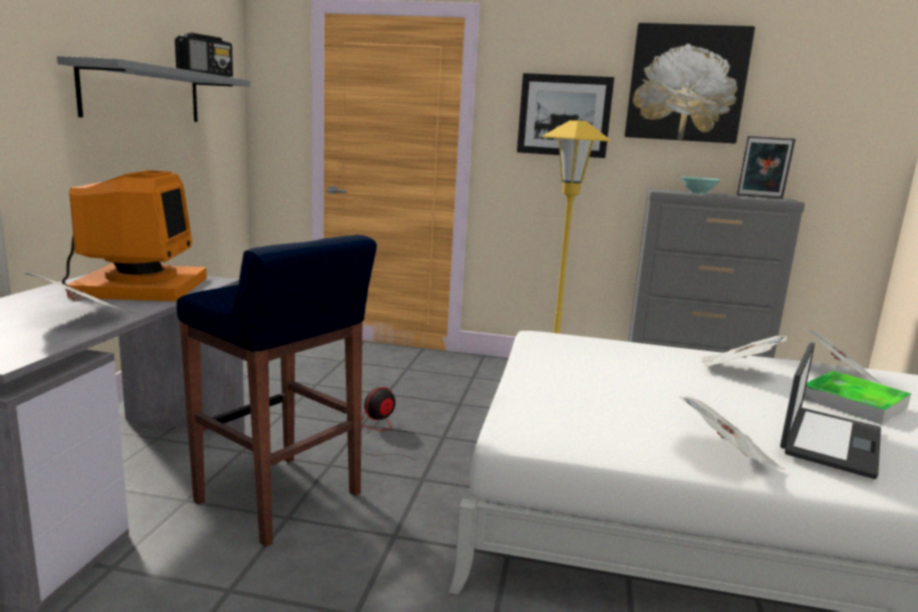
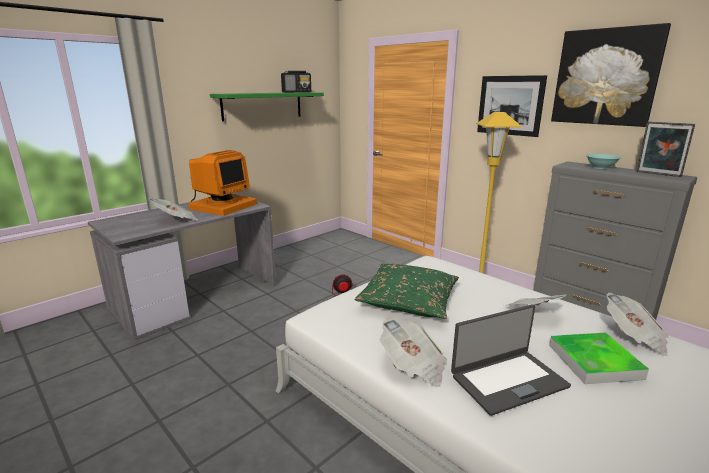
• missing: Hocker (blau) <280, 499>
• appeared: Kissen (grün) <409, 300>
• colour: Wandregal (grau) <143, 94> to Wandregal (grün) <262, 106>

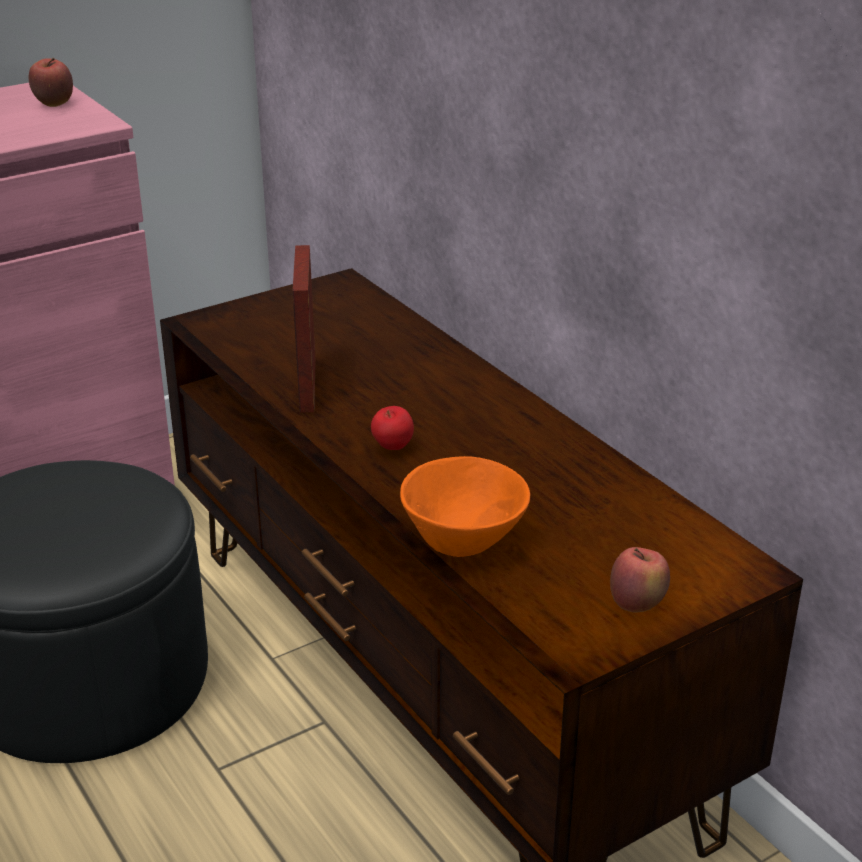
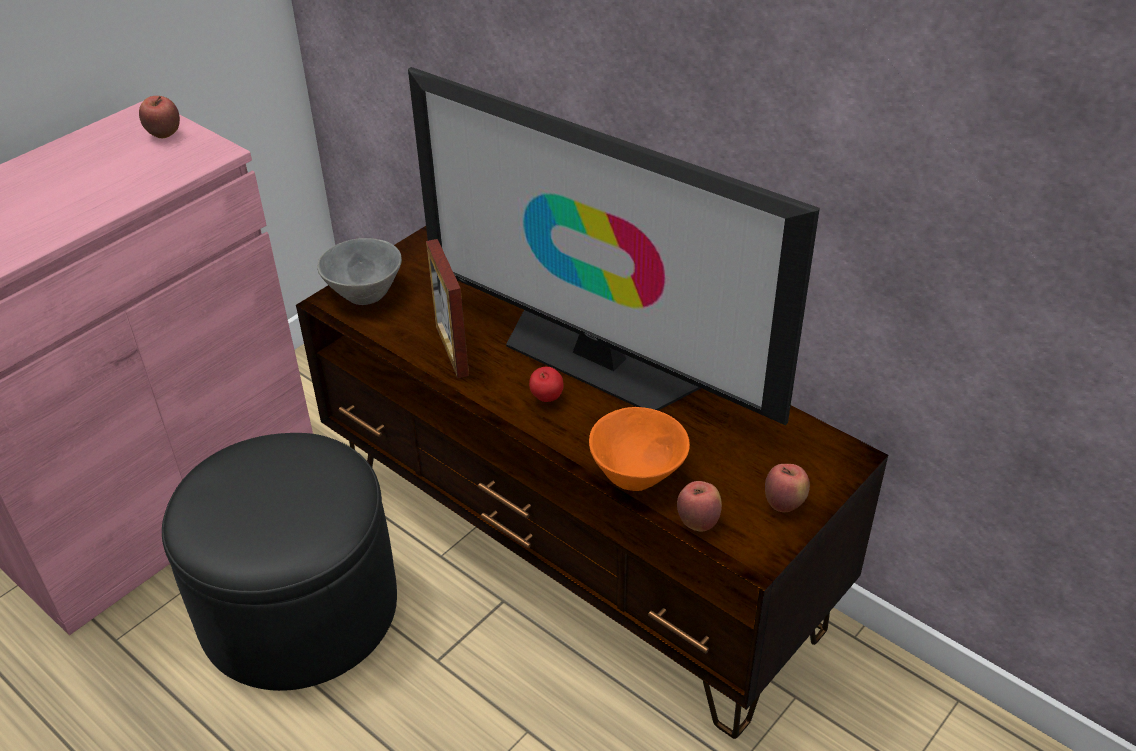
• appeared: Schüssel (grau) <366, 291>
• appeared: Fernseher <599, 358>
• appeared: Apfel <698, 522>

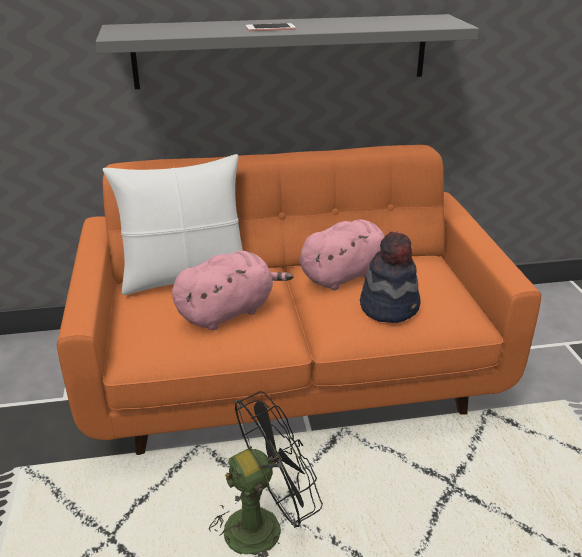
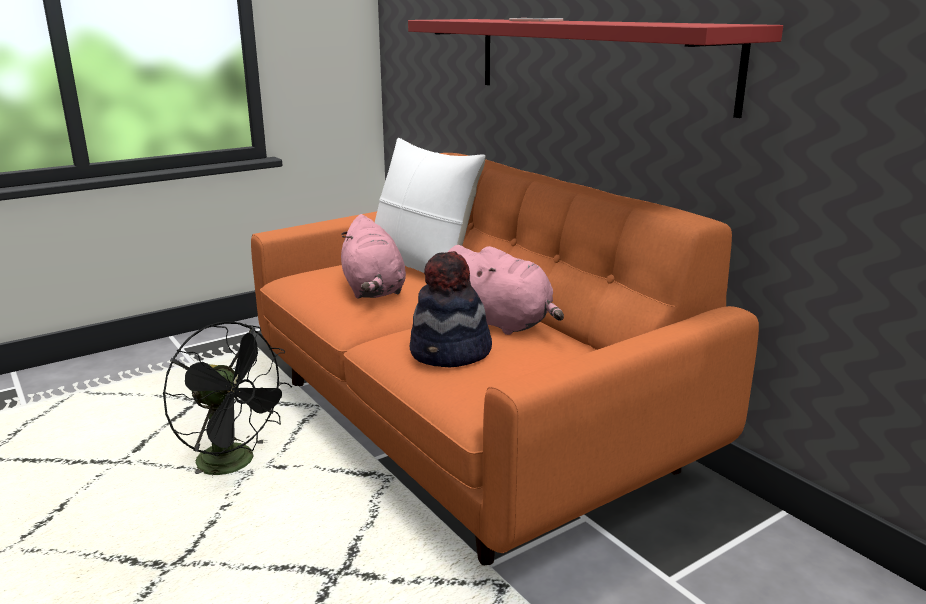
• colour: Wandregal (grau) <282, 51> to Wandregal (rot) <593, 60>
• spun: Plüschtier (rosa) <229, 311> = <373, 290> 45 degrees clockwise

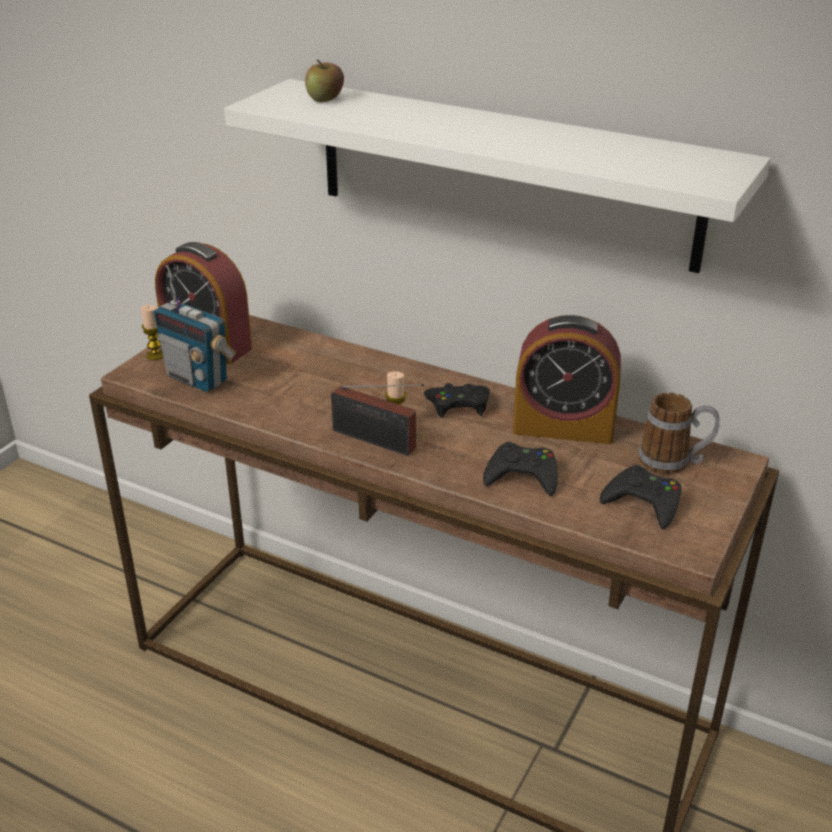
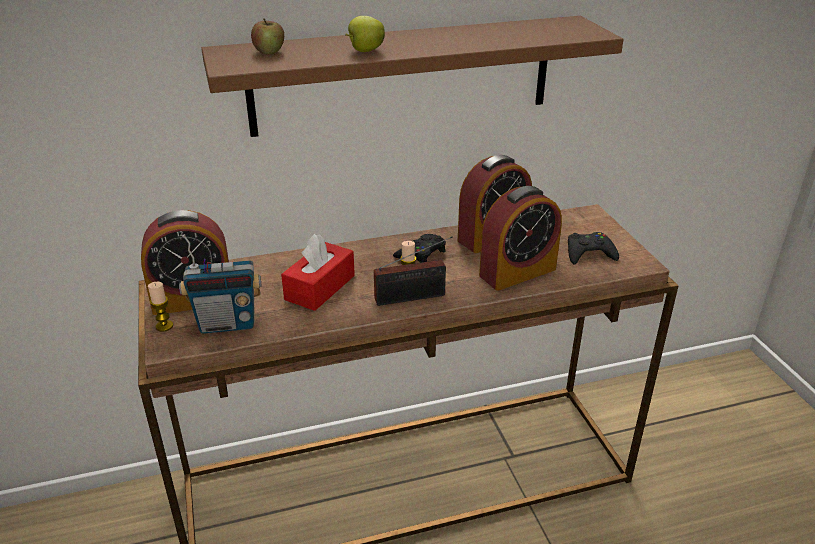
• missing: Henkelbecher <674, 462>
• appeared: Taschentuchbox (rot) <320, 287>
• appeared: Apfel <365, 51>
• exchanged: Gamepad (schwarz) <522, 476> to Wecker <517, 272>
• colour: Wandregal (weiß) <503, 173> to Wandregal (braun) <402, 75>

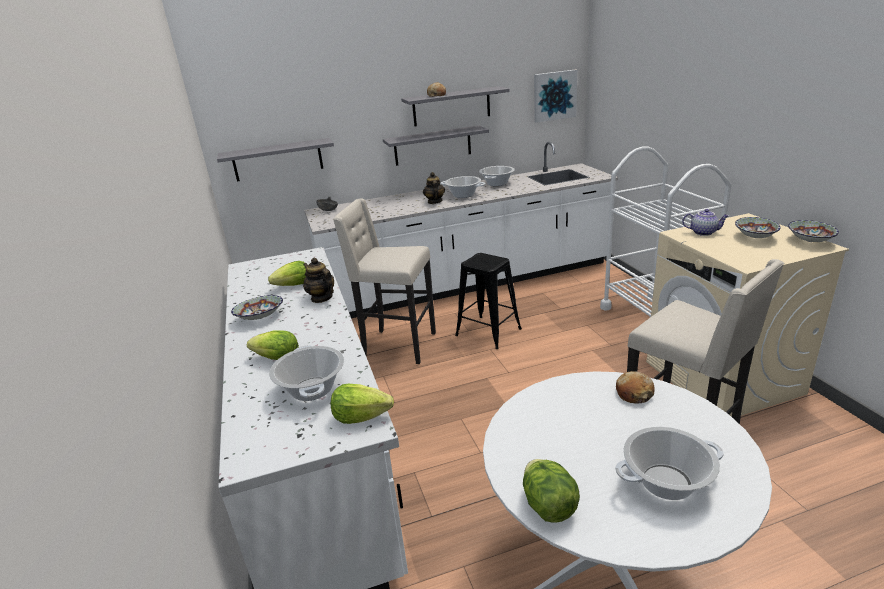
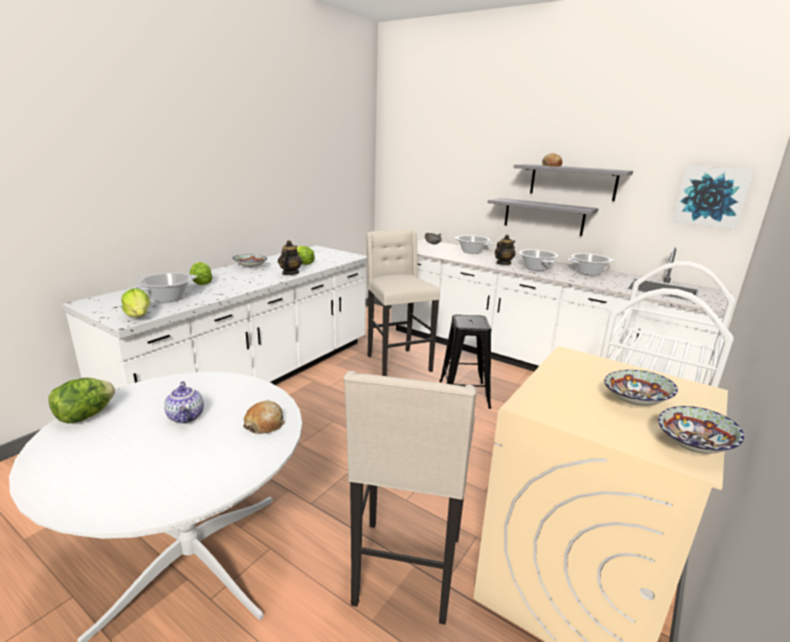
• missing: Wandregal (grau) <278, 160>
• relocated: Kochtopf <666, 482> to <472, 251>
• relocated: Teekanne <703, 232> to <187, 417>

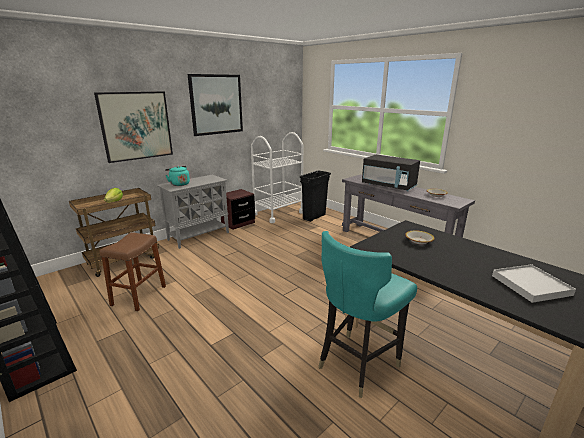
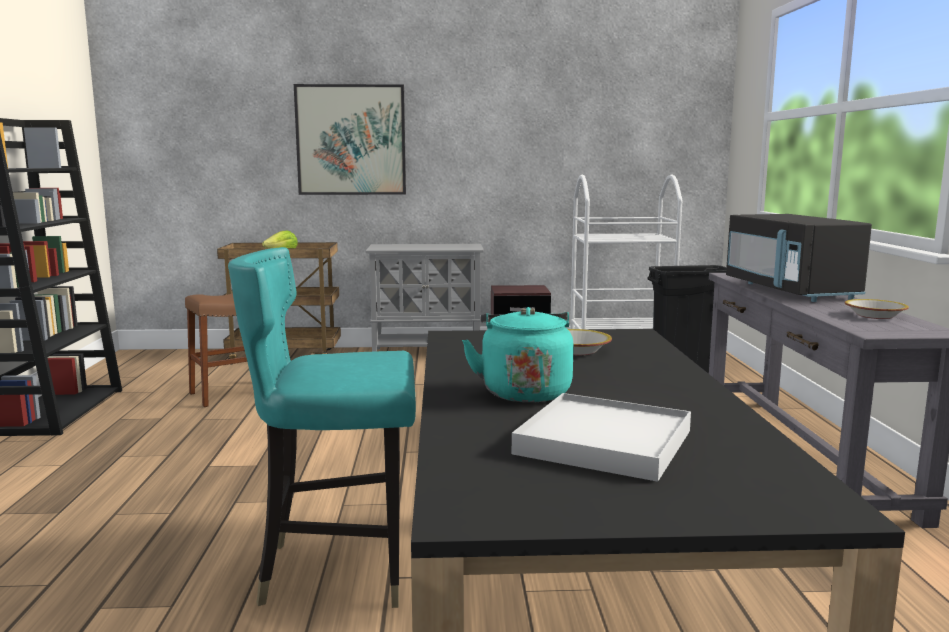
• missing: Bild <216, 104>
• relocated: Wasserkessel (türkis) <179, 184> to <524, 391>

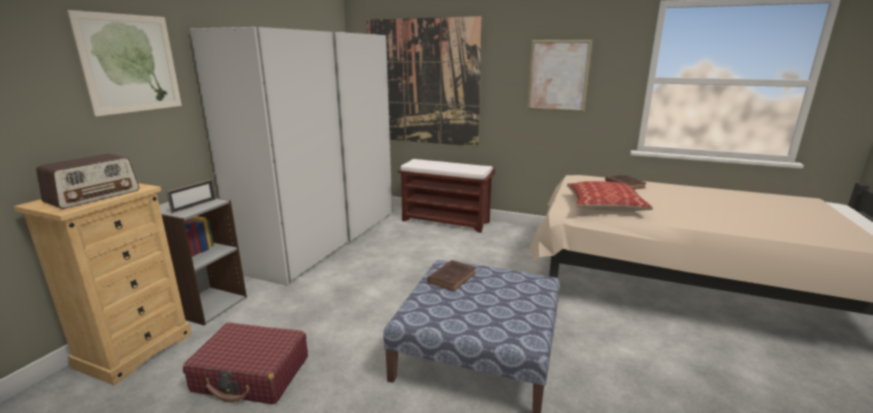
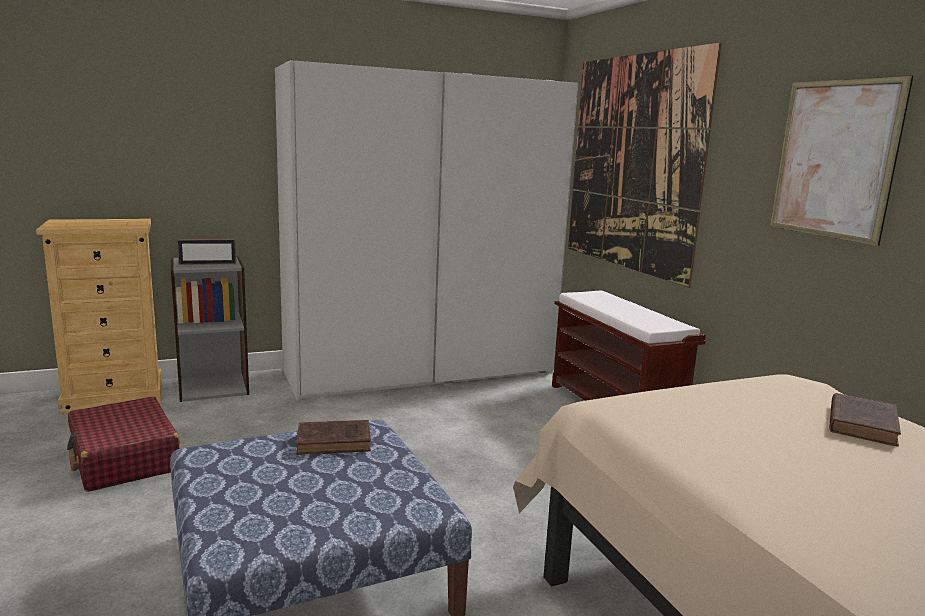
• missing: Radio <94, 196>
• missing: Bild <130, 64>
• missing: Kissen <604, 205>

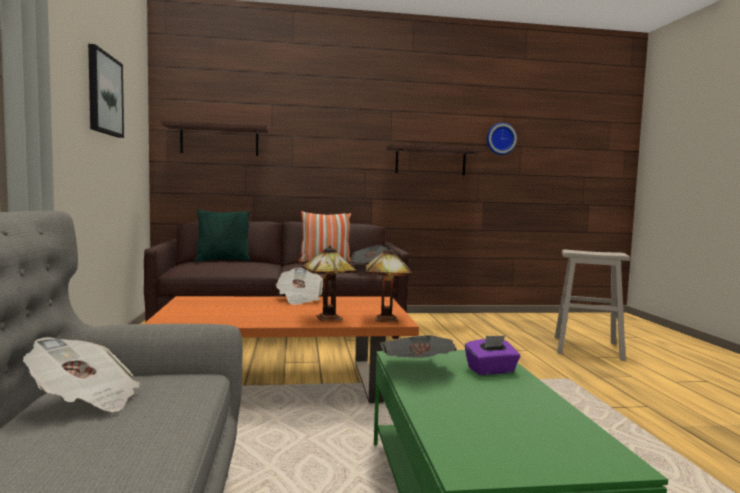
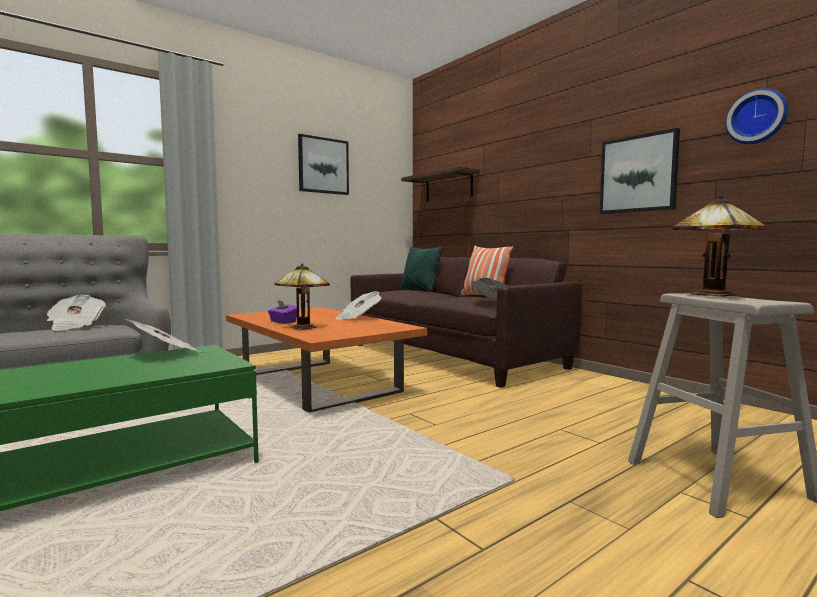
• relocated: Tischlampe <384, 318> to <713, 295>
• relocated: Taschentuchbox (lila) <491, 370> to <282, 322>
• exchanged: Wandregal <430, 161> to Bild <638, 174>

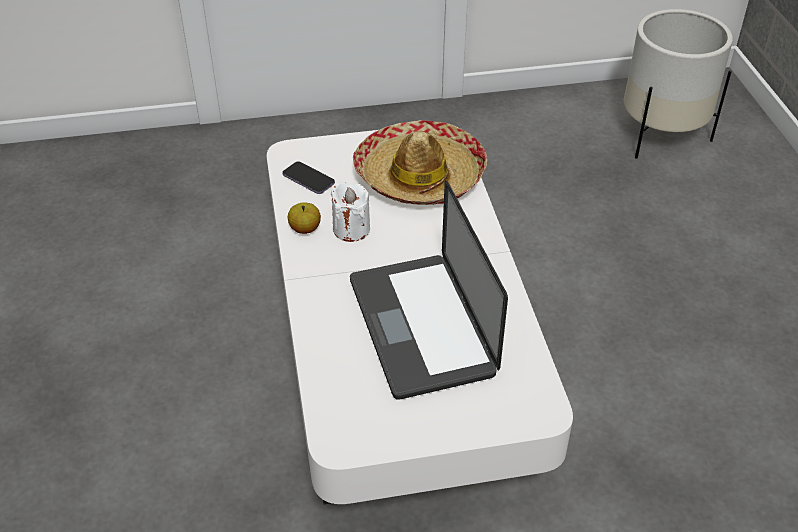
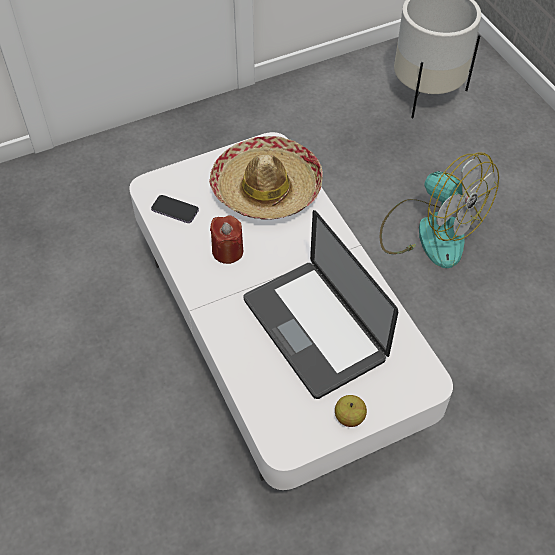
• appeared: Ventilator <429, 231>
• relocated: Apfel <305, 229> to <349, 417>
• colour: Kerze (weiß) <351, 229> to Kerze (rot) <227, 251>

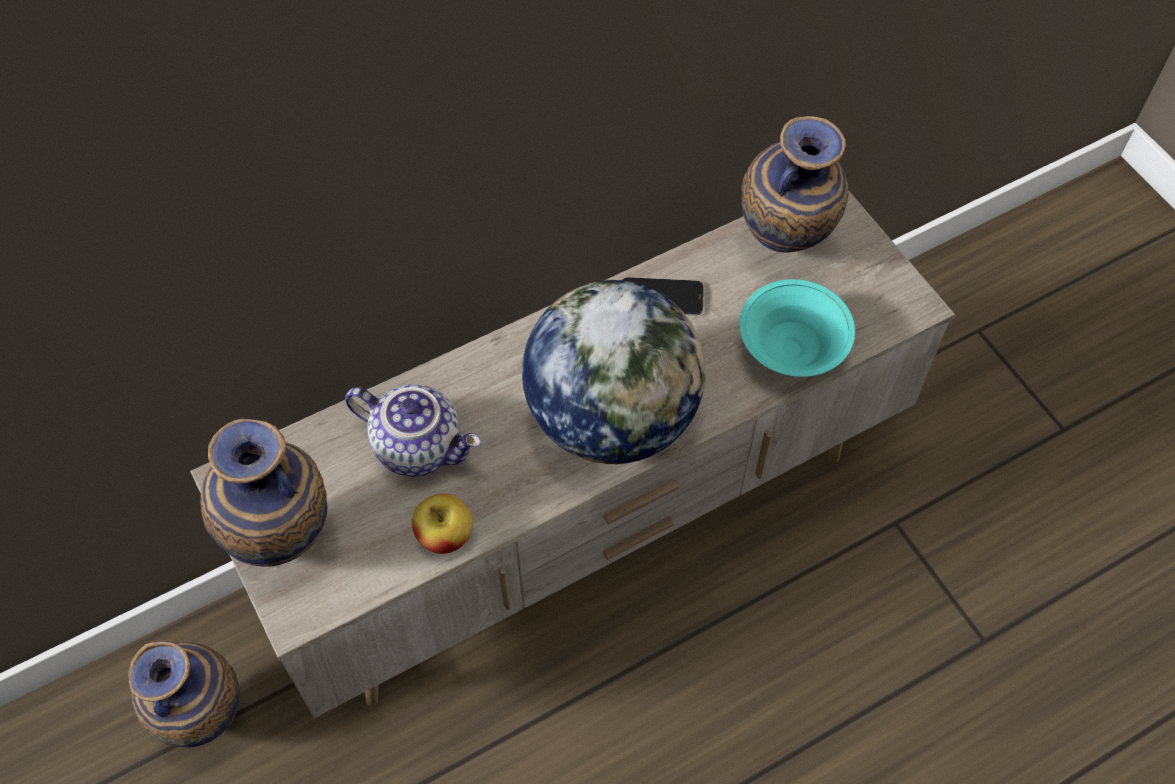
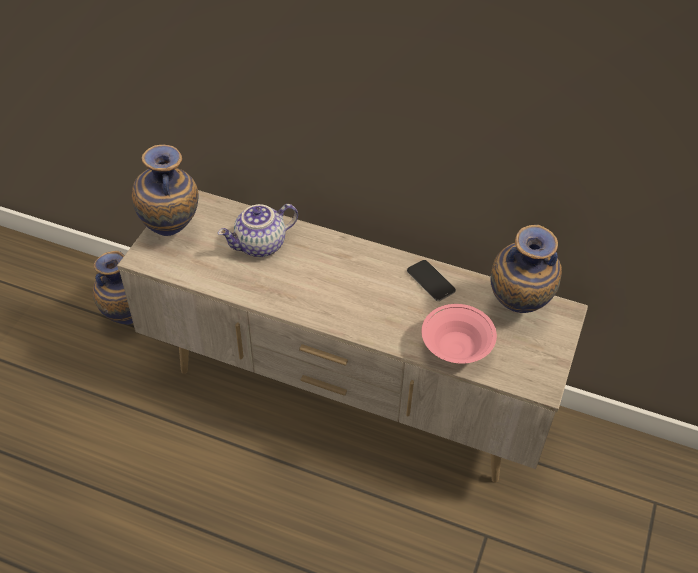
• missing: Apfel <445, 535>
• missing: Globus <612, 417>
• colour: Schüssel (türkis) <791, 350> to Schüssel (rosa) <456, 350>
• spun: Teekanne <420, 446> = <260, 246> 75 degrees clockwise

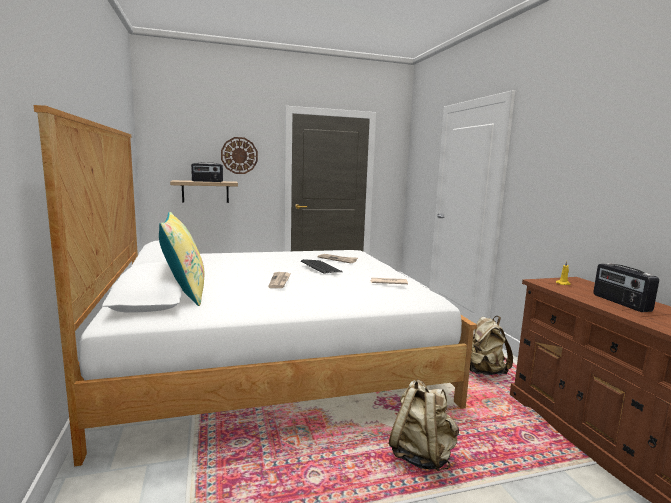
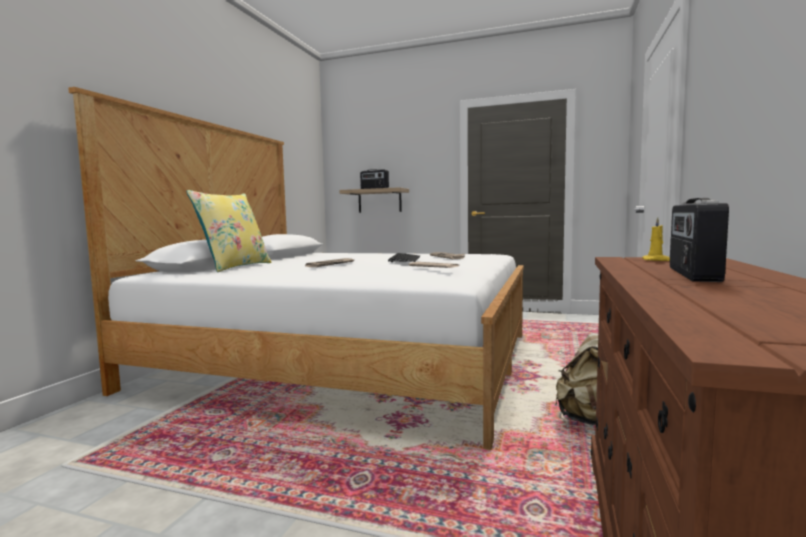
• missing: Wanduhr <239, 155>
• missing: Rucksack (beige) <421, 455>

